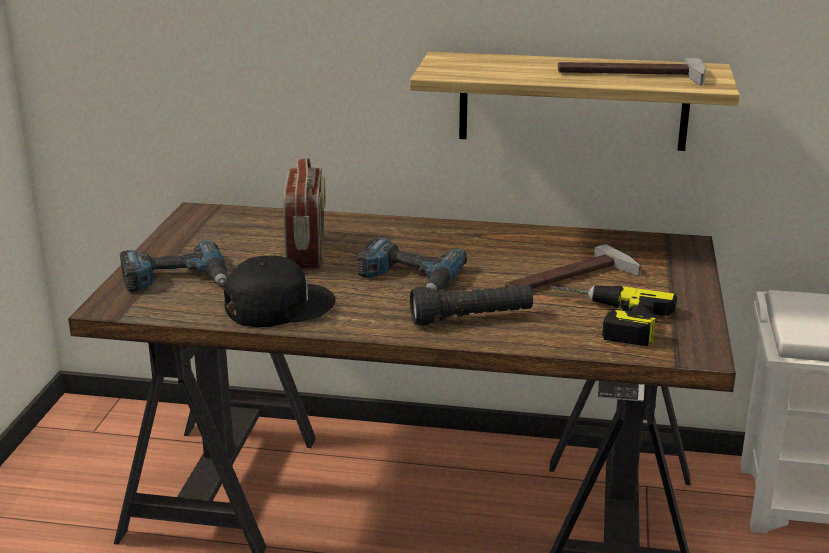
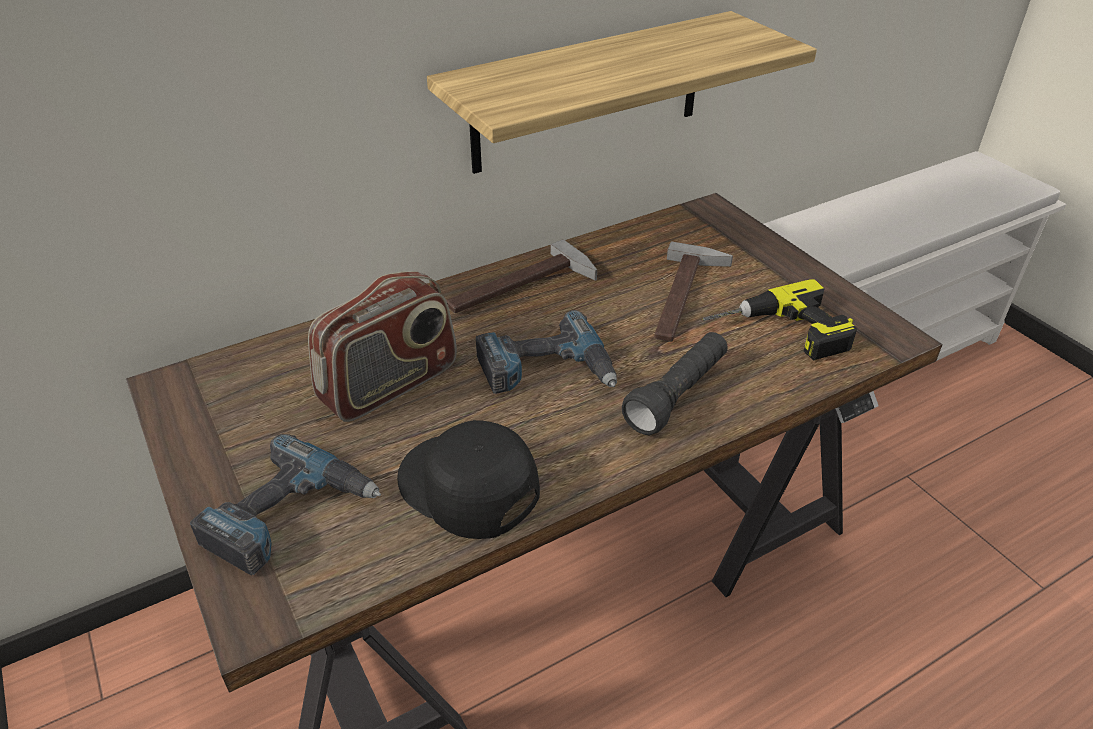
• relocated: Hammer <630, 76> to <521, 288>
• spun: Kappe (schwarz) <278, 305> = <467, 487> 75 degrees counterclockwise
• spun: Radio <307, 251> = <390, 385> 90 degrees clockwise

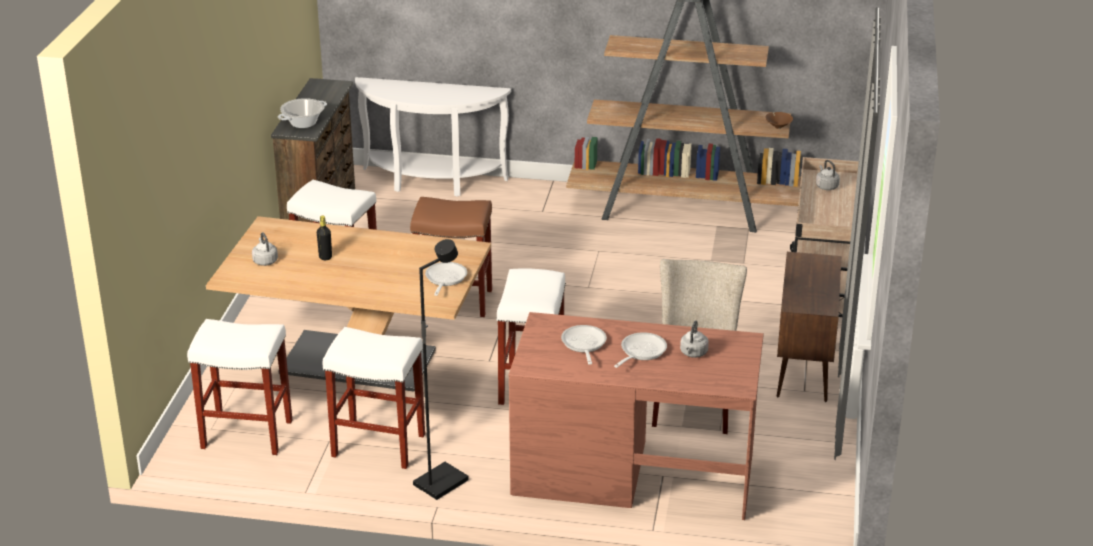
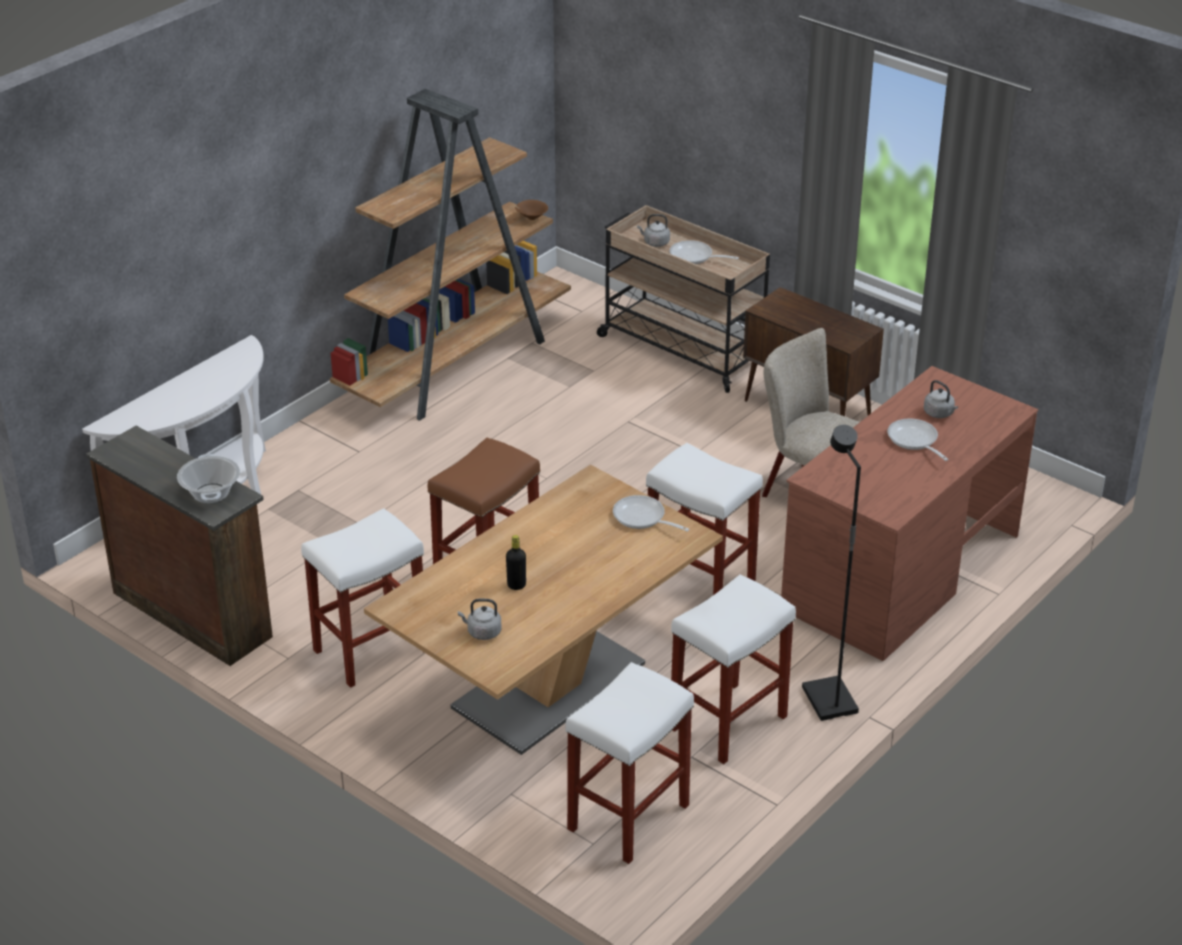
• relocated: Pfanne <583, 345> to <694, 257>

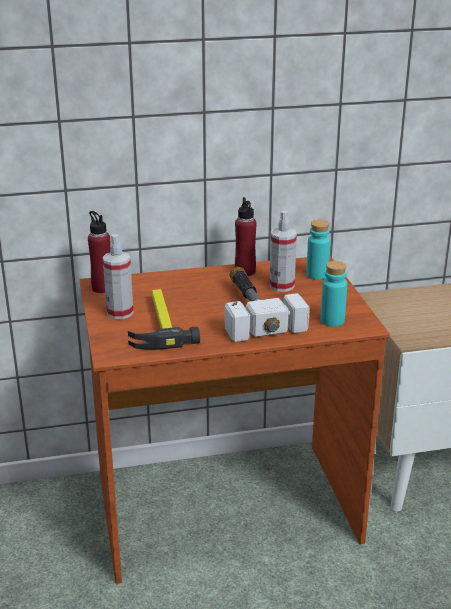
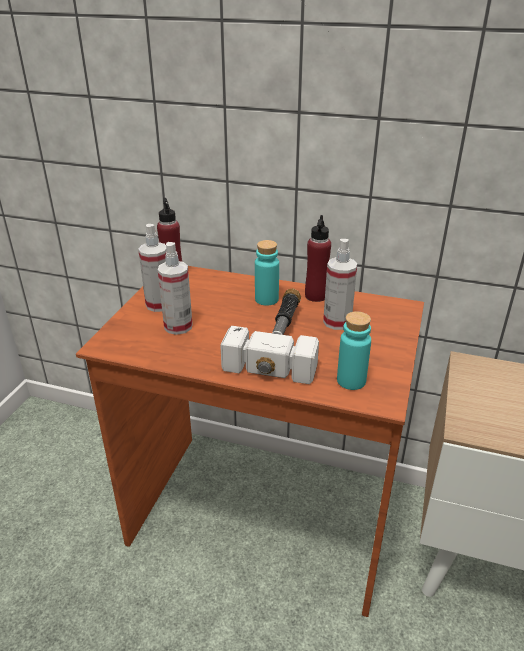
• relocated: Flasche (türkis) <317, 275> to <266, 299>
• exchanged: Hammer <158, 323> to Sprühflasche <178, 326>

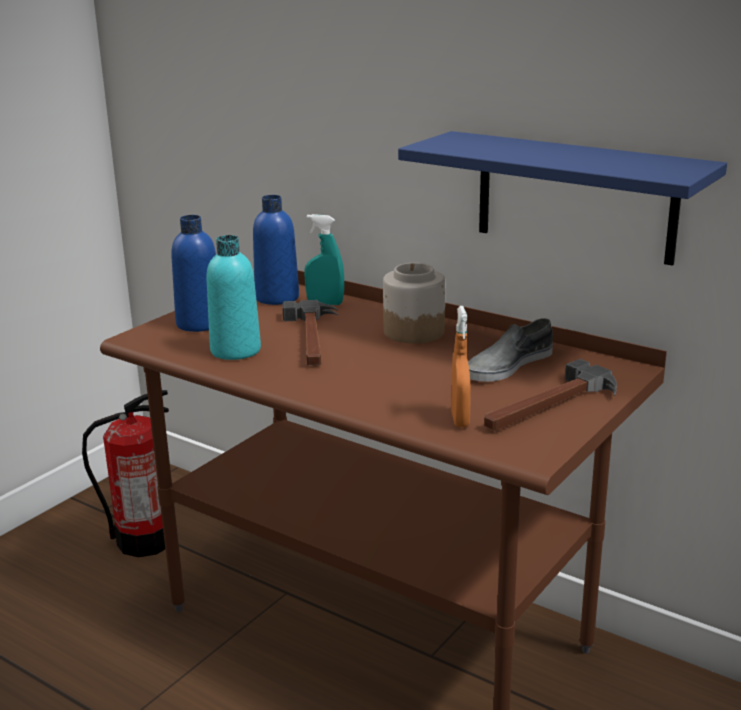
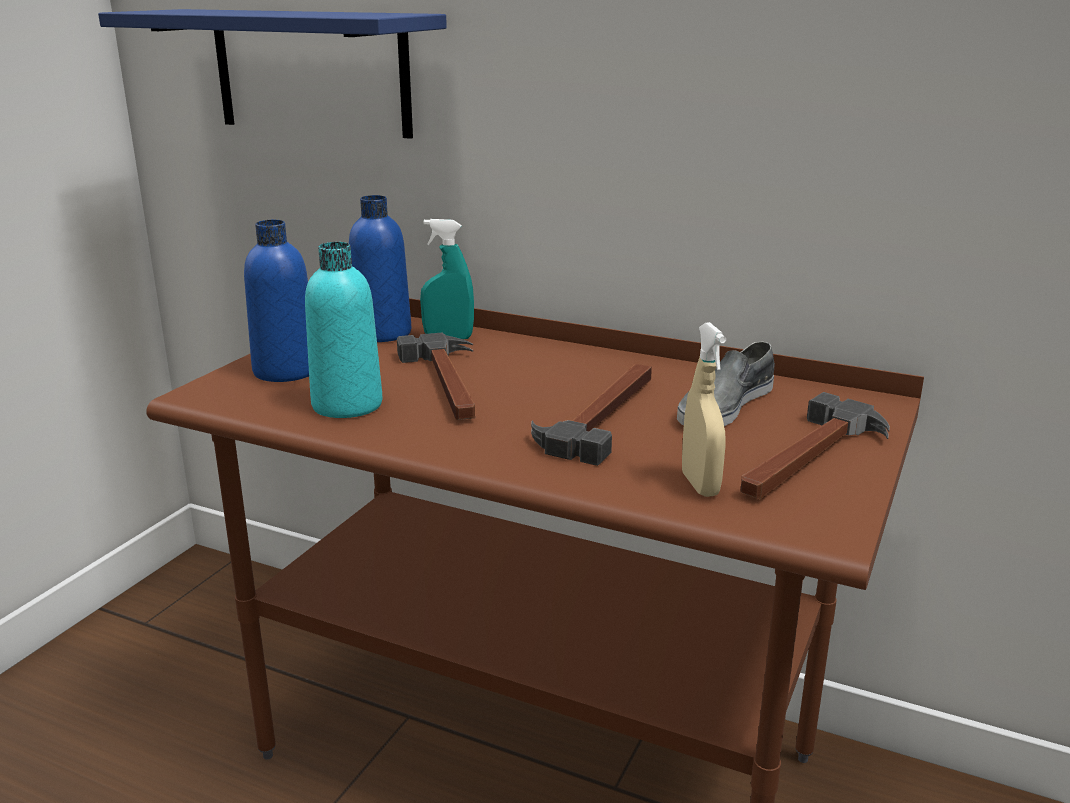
• missing: Feuerlöscher <144, 540>
• missing: Vorratsglas <413, 332>
• appeared: Hammer <603, 415>
• relocated: Wandregal (blau) <575, 197> to <311, 72>
• colour: Sprühflasche (orange) <460, 419> to Sprühflasche (beige) <700, 485>

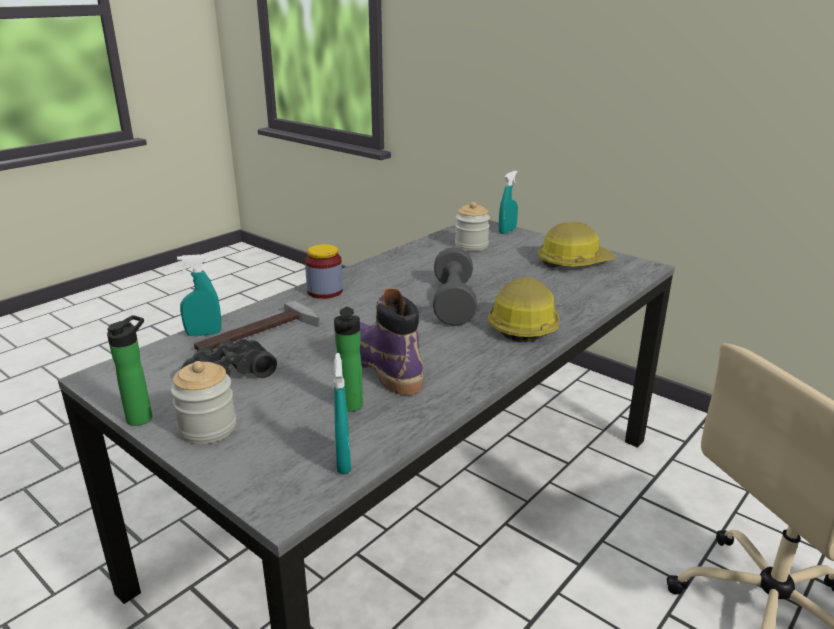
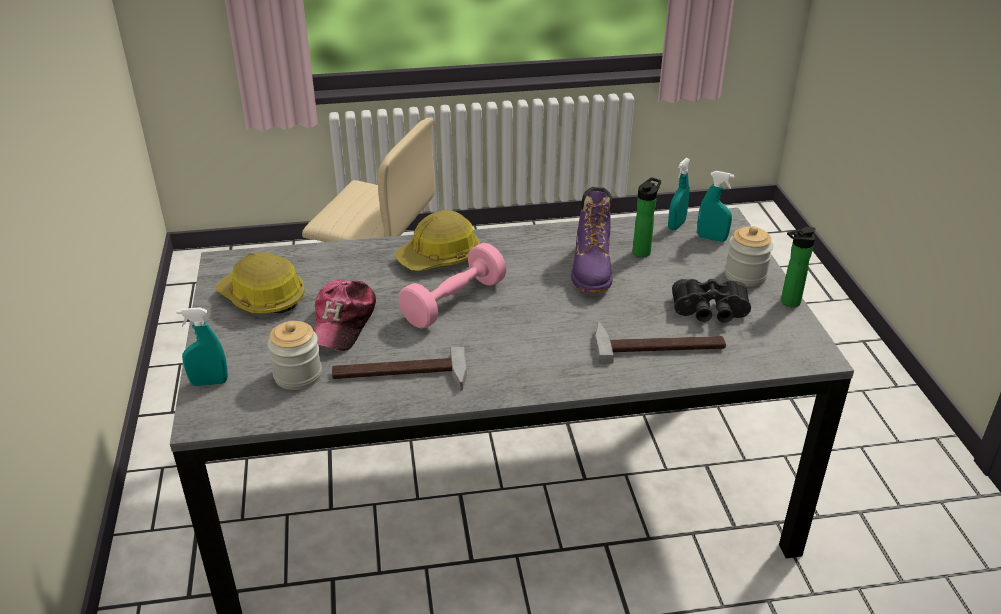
• missing: Vorratsglas <325, 291>
• appeared: Kappe <343, 323>
• appeared: Hammer <399, 376>
• relocated: Sprühflasche (türkis) <204, 334> to <711, 238>
• colour: Hantel (grau) <453, 303> to Hantel (rosa) <454, 302>

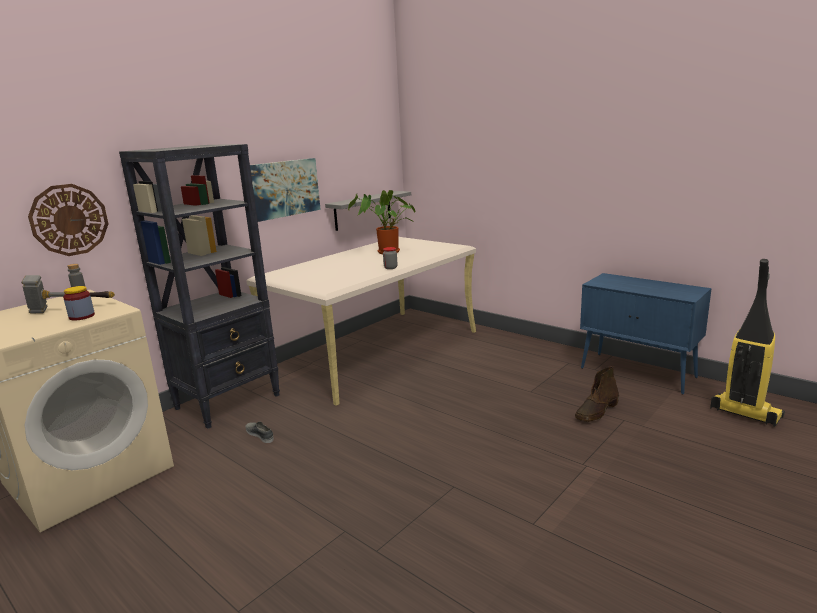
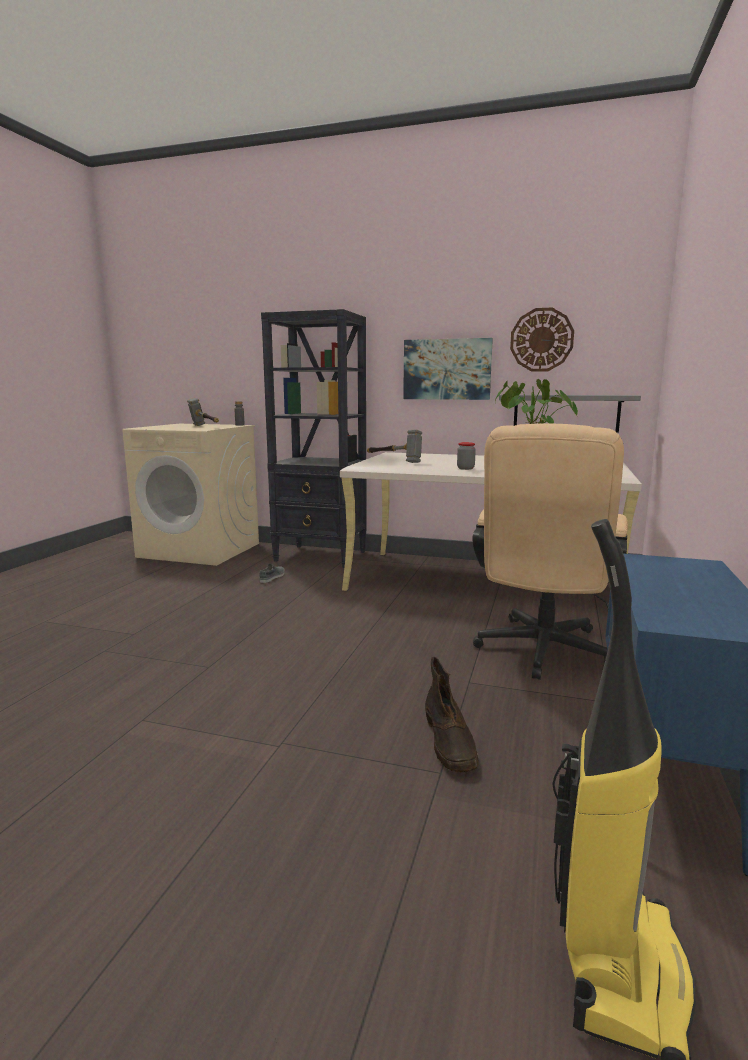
• missing: Vorratsglas <82, 316>
• appeared: Hammer <395, 461>
• appeared: Bürostuhl (beige) <541, 654>
• relocated: Wanduhr <69, 220> to <541, 340>
• spun: Stiefel (braun) <596, 411> = <450, 743> 120 degrees counterclockwise

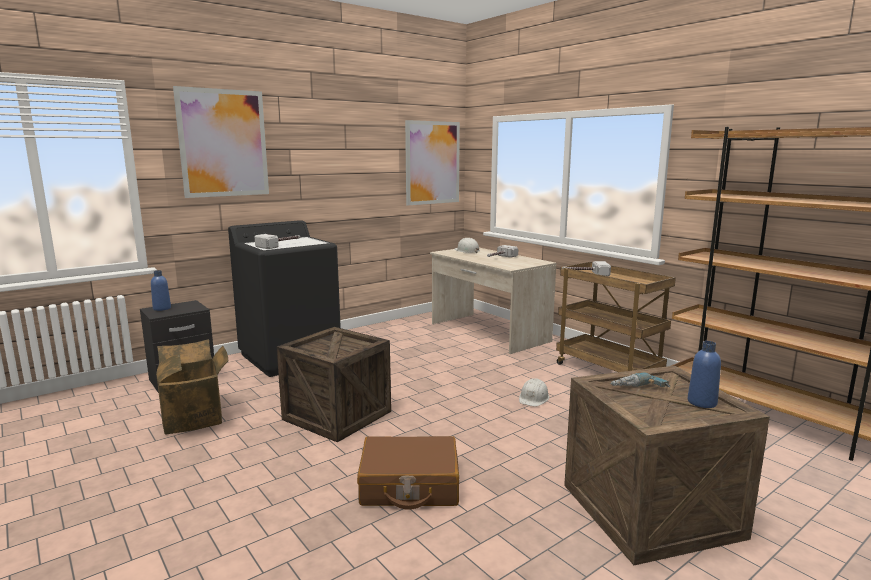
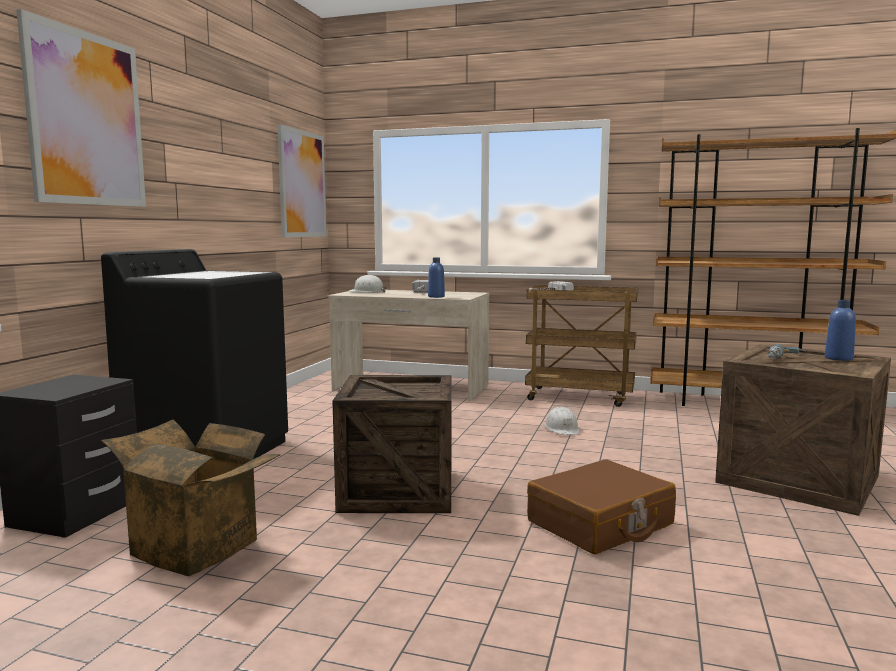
• missing: Hammer <280, 245>
• relocated: Flasche (blau) <162, 308> to <436, 296>

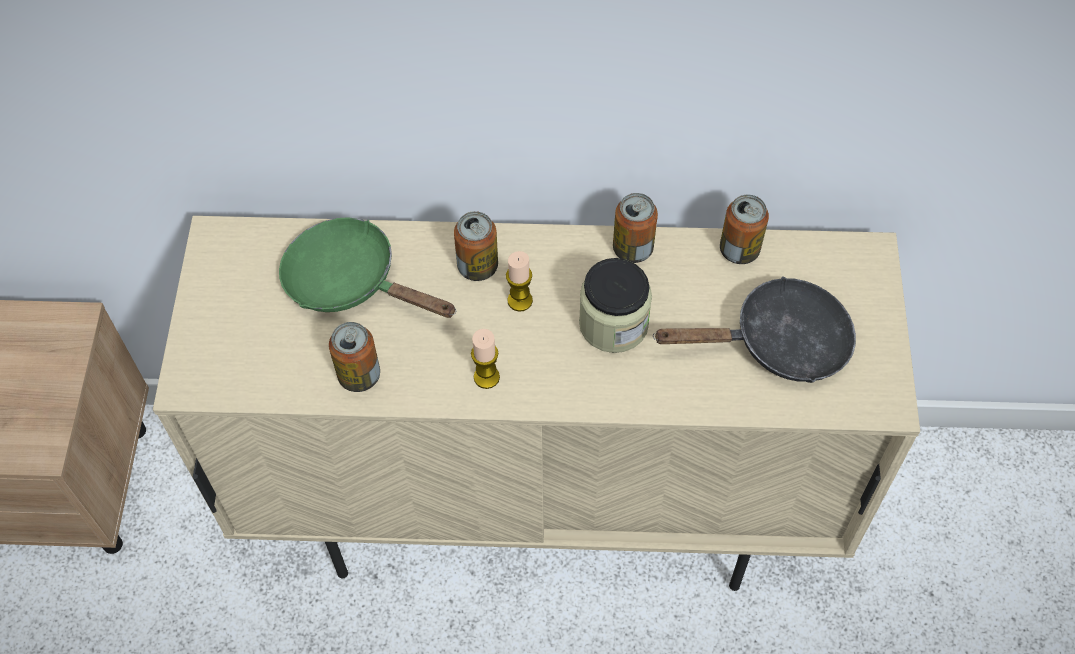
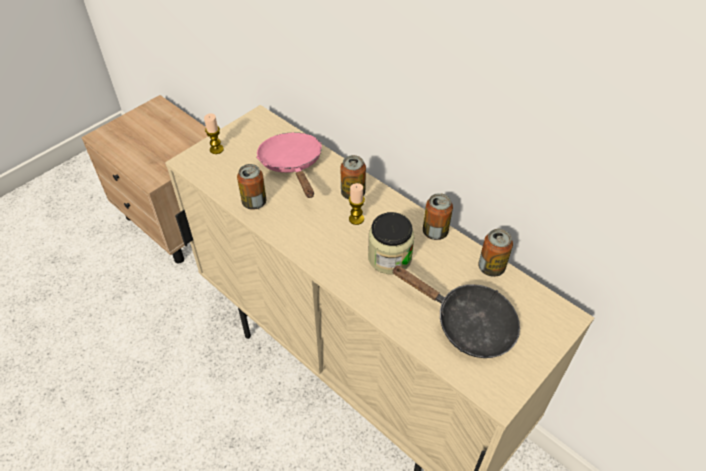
• relocated: Kerze <486, 377> to <216, 149>
• colour: Pfanne (grün) <351, 281> to Pfanne (rosa) <292, 165>

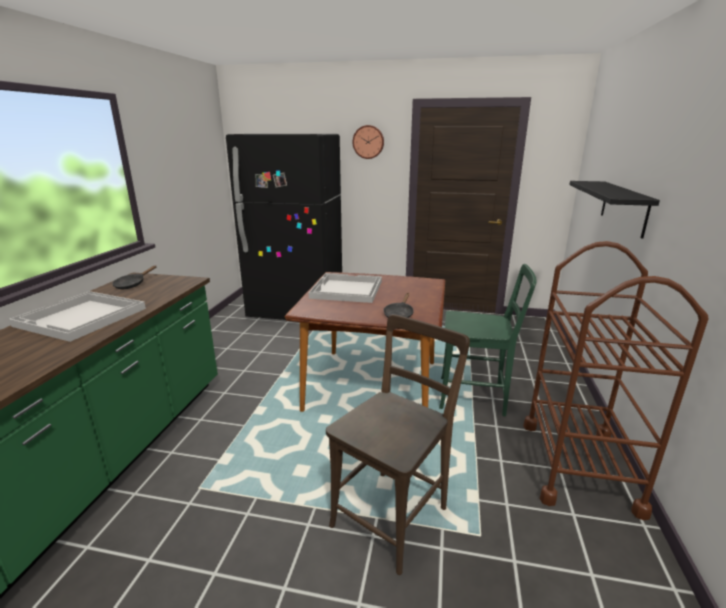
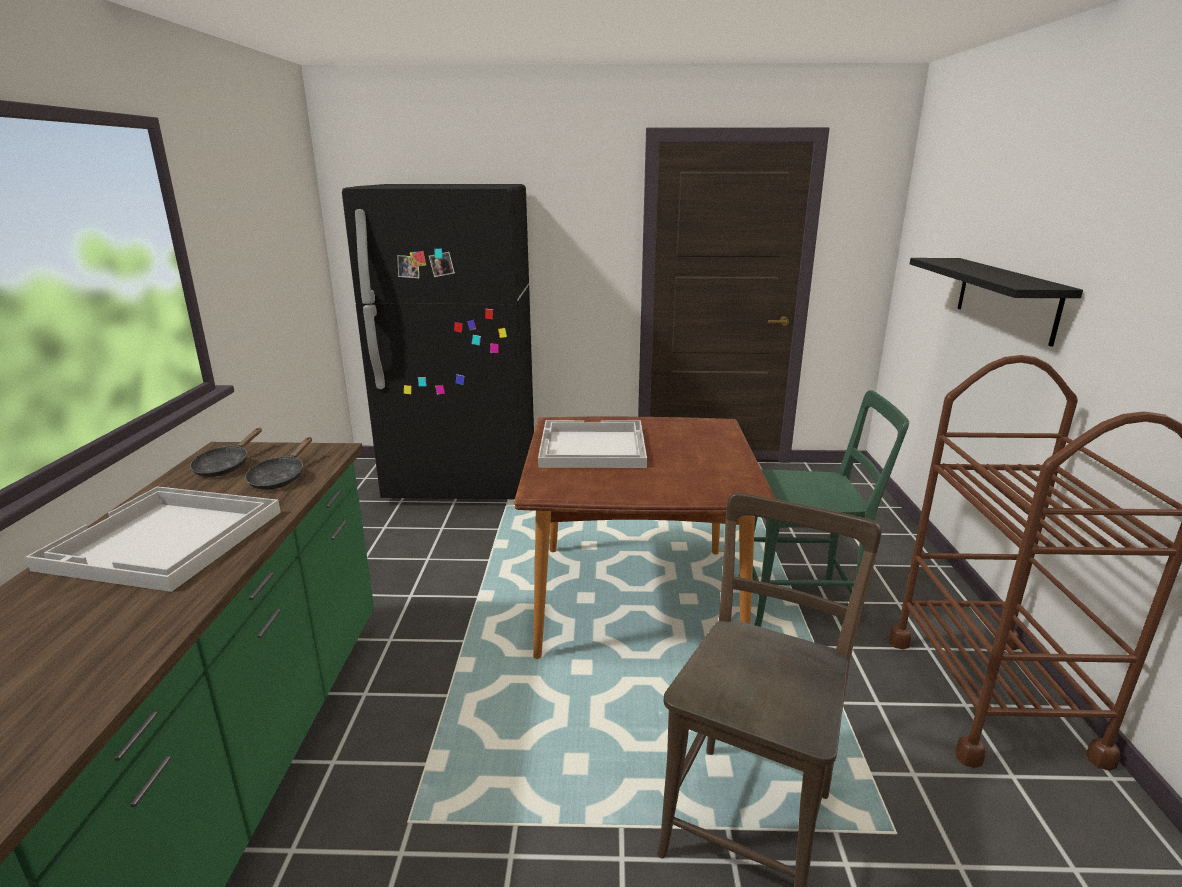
• missing: Wanduhr <368, 142>
• relocated: Pfanne (schwarz) <399, 314> to <280, 478>

